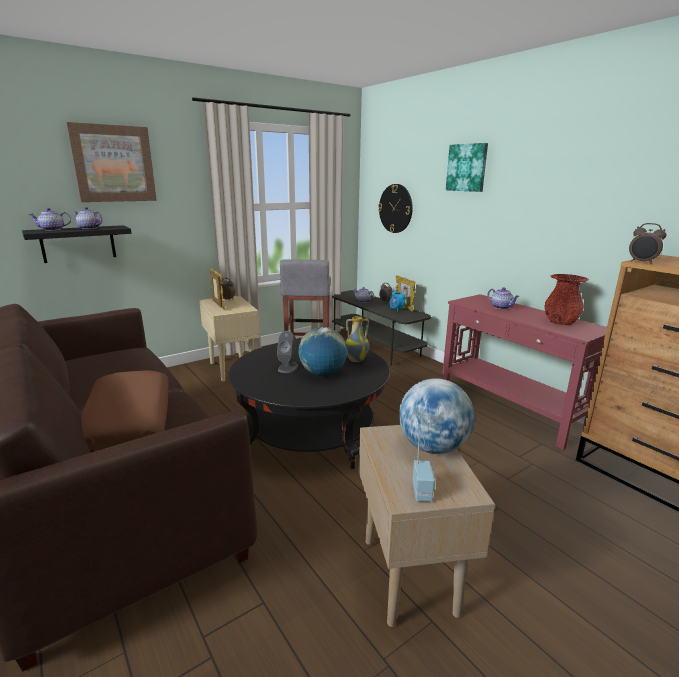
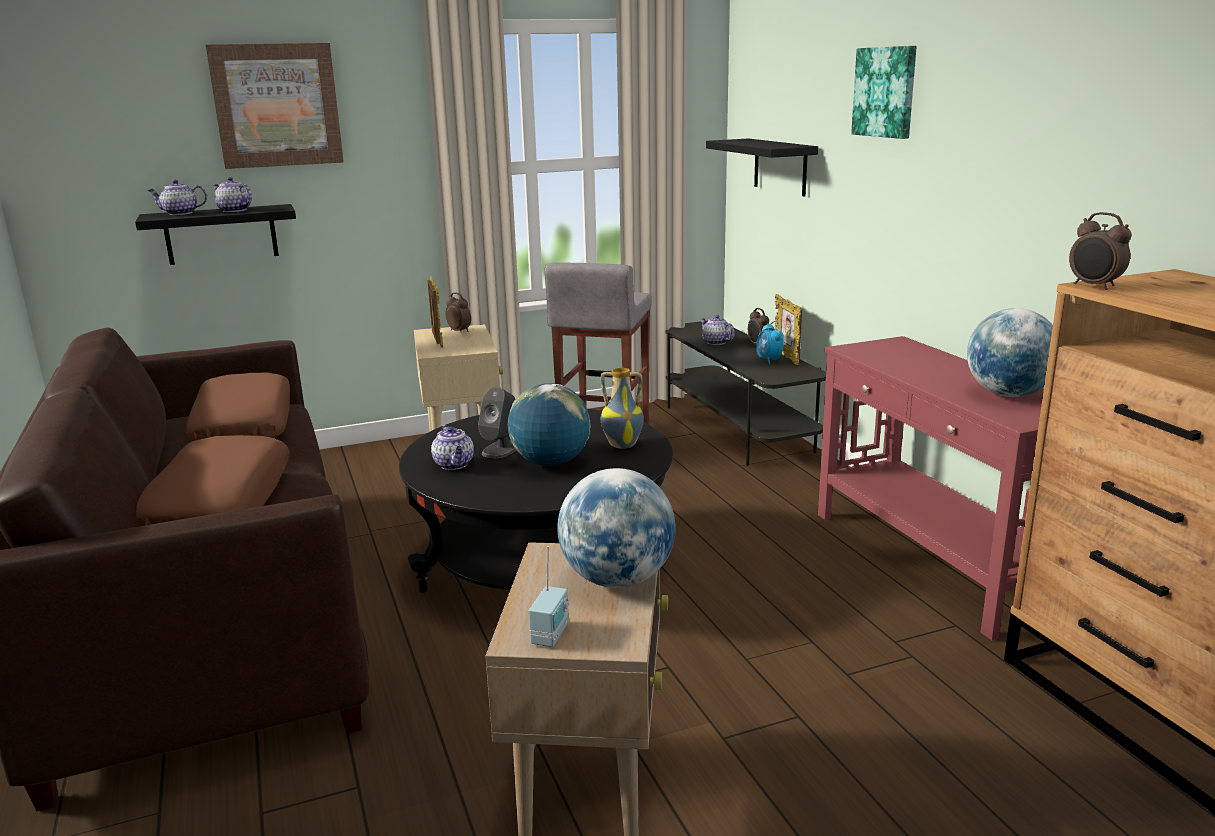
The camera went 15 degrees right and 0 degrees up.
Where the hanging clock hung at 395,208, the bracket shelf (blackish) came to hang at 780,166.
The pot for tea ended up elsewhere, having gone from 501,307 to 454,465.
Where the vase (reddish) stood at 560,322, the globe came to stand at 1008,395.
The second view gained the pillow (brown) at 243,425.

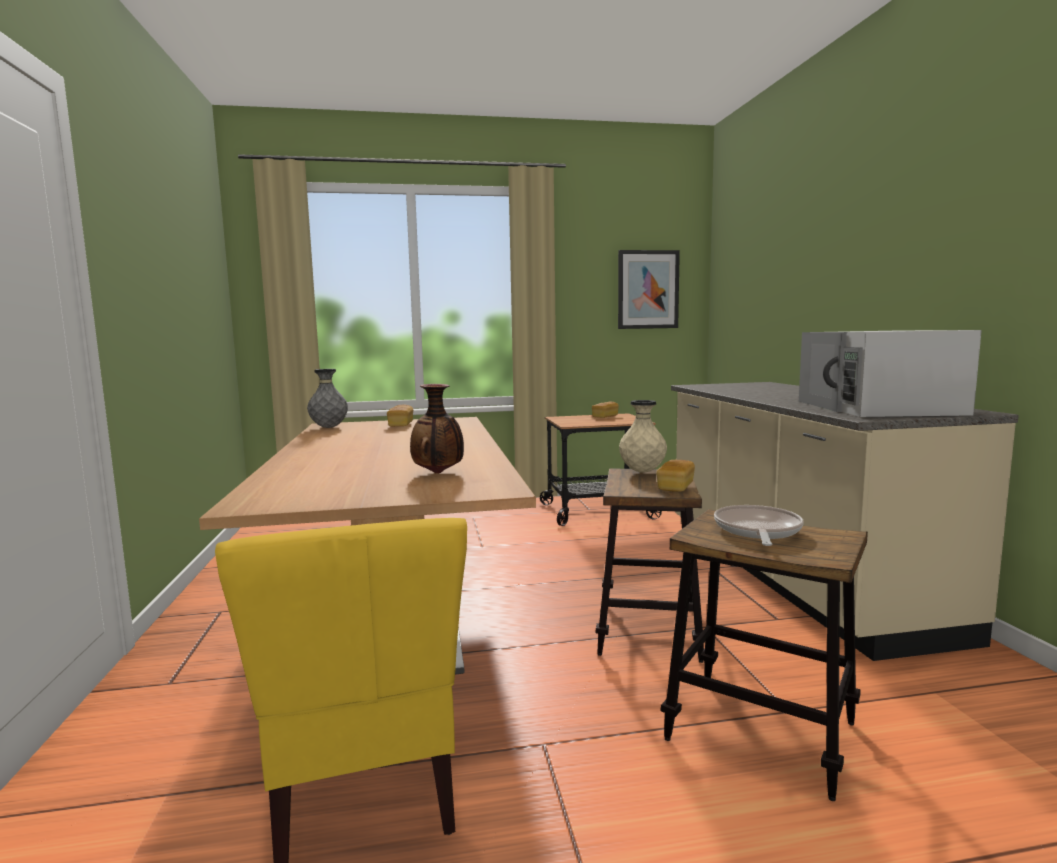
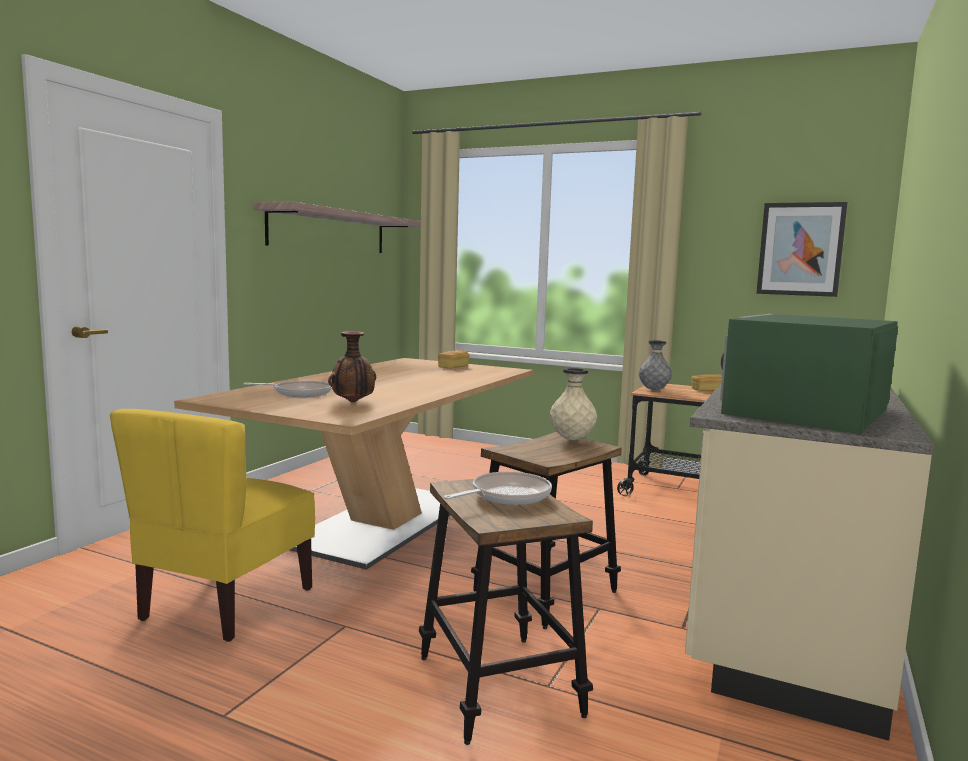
The camera went 35 degrees right and 0 degrees up.
The vase (grey) ended up elsewhere, having gone from 329,427 to 654,390.
The second view lost the bakery bread at 675,487.
What was the kitchen microwave (white-coloured) at 878,407 turned into the kitchen microwave (green) at 804,411.
The second view gained the skillet at 299,393.
The second view gained the bracket shelf at 329,231.

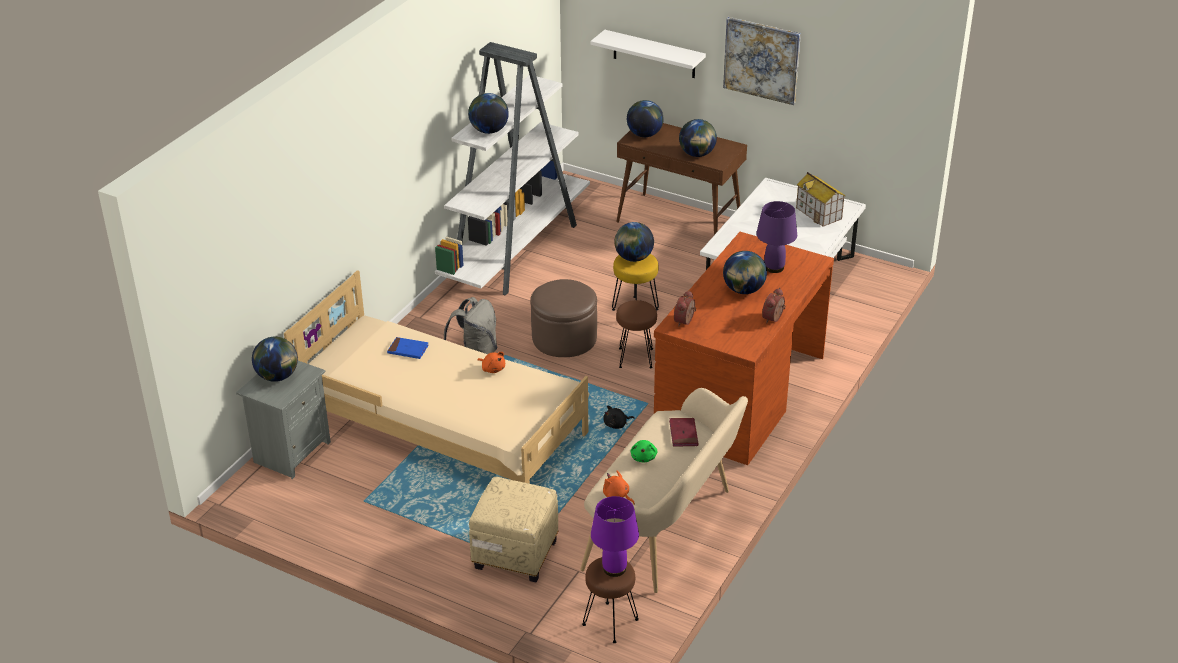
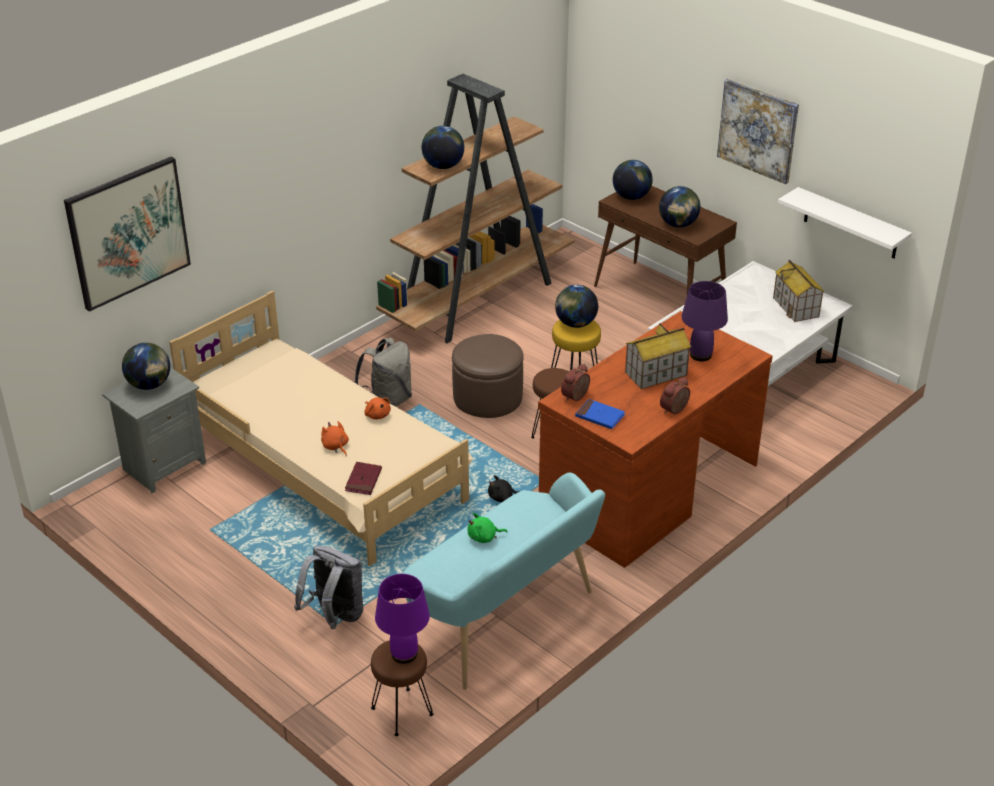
The camera went 15 degrees right and 0 degrees up.
The volume (bluish) ended up elsewhere, having gone from 408,350 to 600,416.
What was the bookcase (white-coloured) at 516,249 turned into the bookcase (brown) at 479,299.
Where the pouffe (beige-coloured) stood at 514,555, the backpack (grey) came to stand at 334,616.
What was the long seat (beige-coloured) at 665,531 turned into the long seat (blue-green) at 504,623.
The bracket shelf (white-coloured) ended up elsewhere, having gone from 654,54 to 851,224.
The cuddly toy (orange-coloured) ended up elsewhere, having gone from 617,496 to 335,446.
The cuddly toy (green) at 643,457 ended up facing another way, 60 degrees clockwise from before.
The volume (reddish) ended up elsewhere, having gone from 683,434 to 363,480.
Where the globe stood at 743,290, the miniature house came to stand at 655,374.
The second view gained the picture at 128,232.

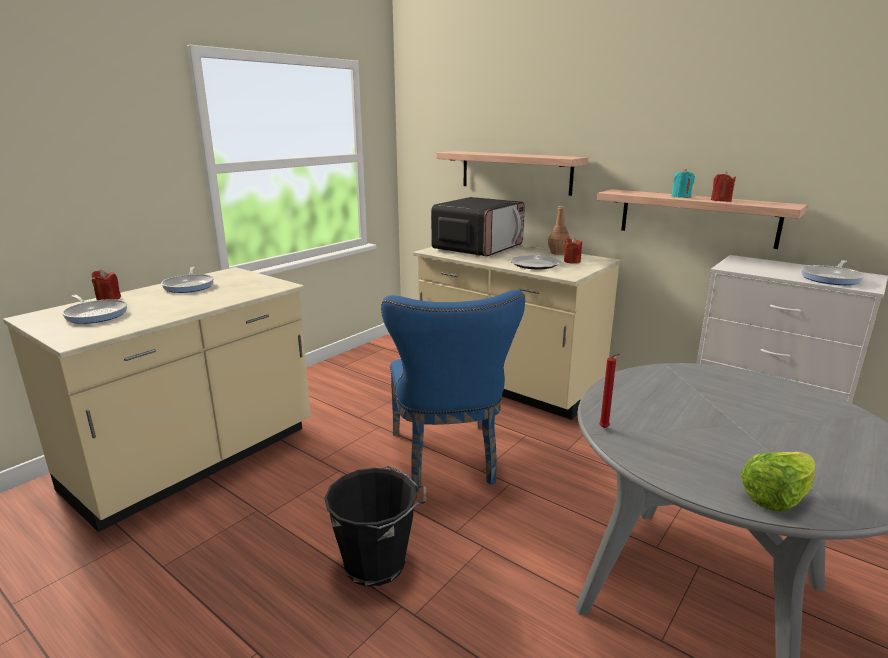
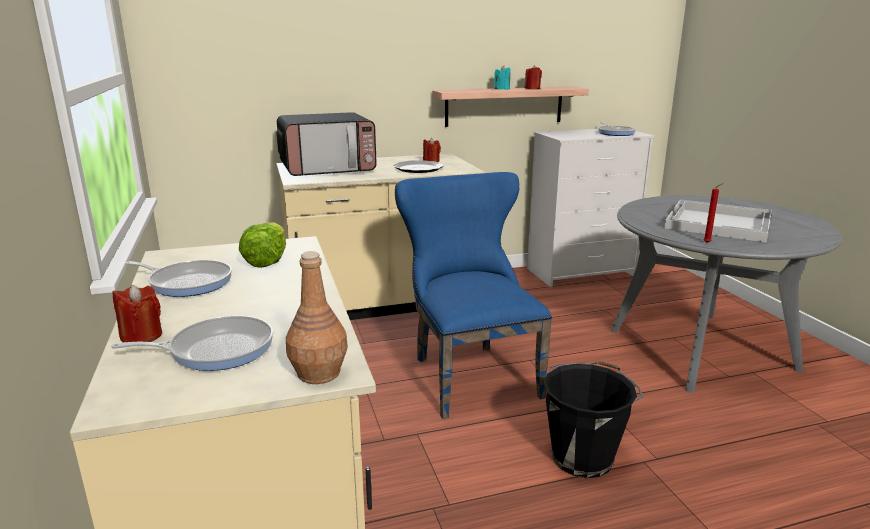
The camera went 55 degrees left and 0 degrees up.
The upright chair (bluish) at 447,461 ended up facing another way, 135 degrees counterclockwise from before.
The kitchen microwave at 478,248 ended up facing another way, 90 degrees clockwise from before.
The second view lost the bracket shelf at 515,172.
The drink bottle (brown) ended up elsewhere, having gone from 557,253 to 318,373.
The head of lettuce ended up elsewhere, having gone from 776,497 to 267,260.
The second view gained the serving tray (white-coloured) at 719,223.

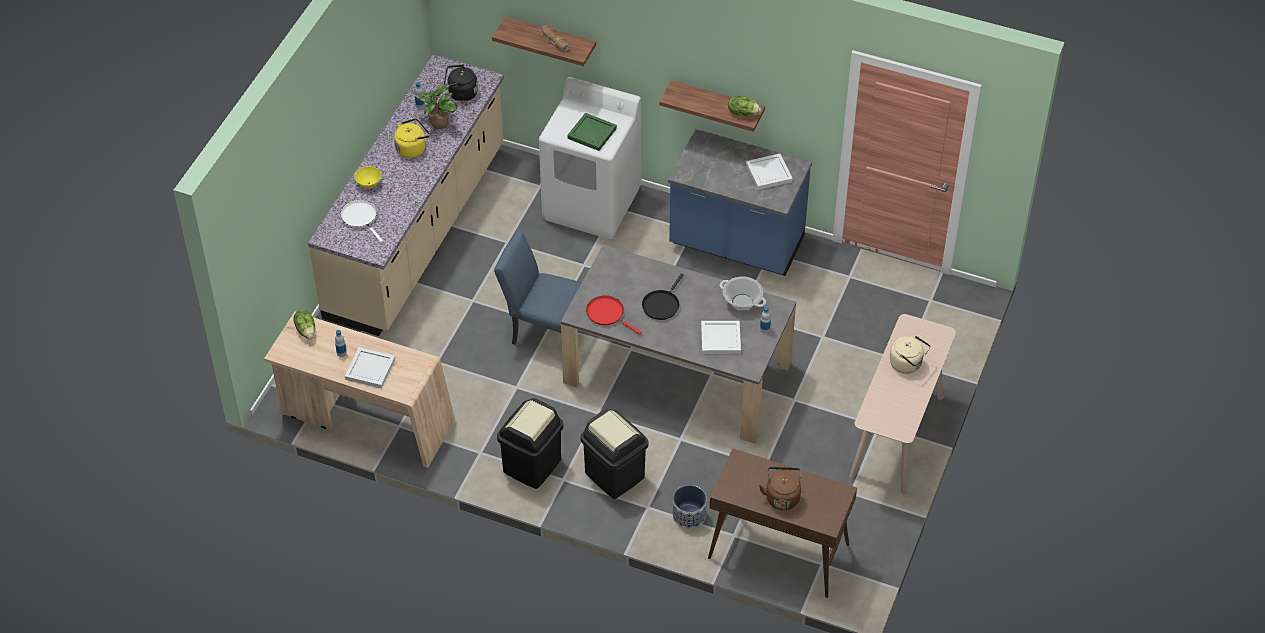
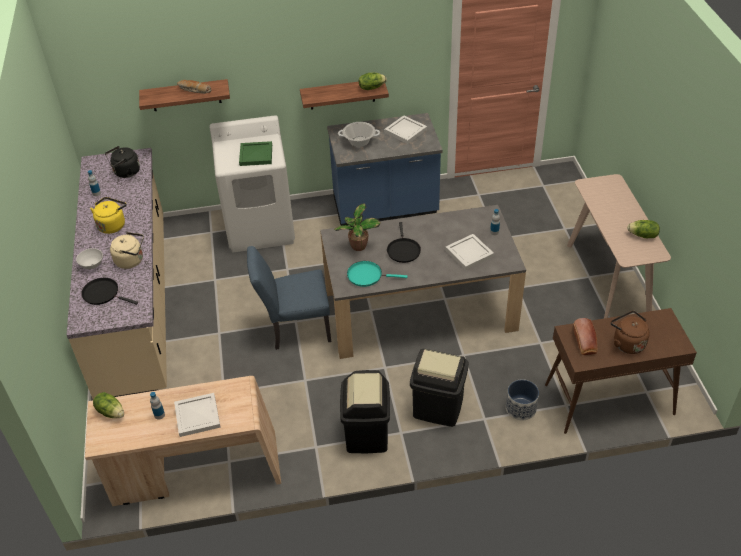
The camera went 30 degrees left and 5 degrees down.
What was the skillet (white-coloured) at 360,217 turned into the skillet (blackish) at 103,294.
What was the deep dish (yellow-coloured) at 369,184 turned into the deep dish (white-coloured) at 92,266.
The potted plant ended up elsewhere, having gone from 438,124 to 358,247.
What was the skillet (reddish) at 607,314 turned into the skillet (blue-green) at 367,276.
The cooking pot ended up elsewhere, having gone from 742,302 to 359,142.
The tea kettle (beige-coloured) ended up elsewhere, having gone from 907,364 to 131,260.
The second view gained the bakery bread at 585,343.
The second view gained the head of lettuce at 643,235.

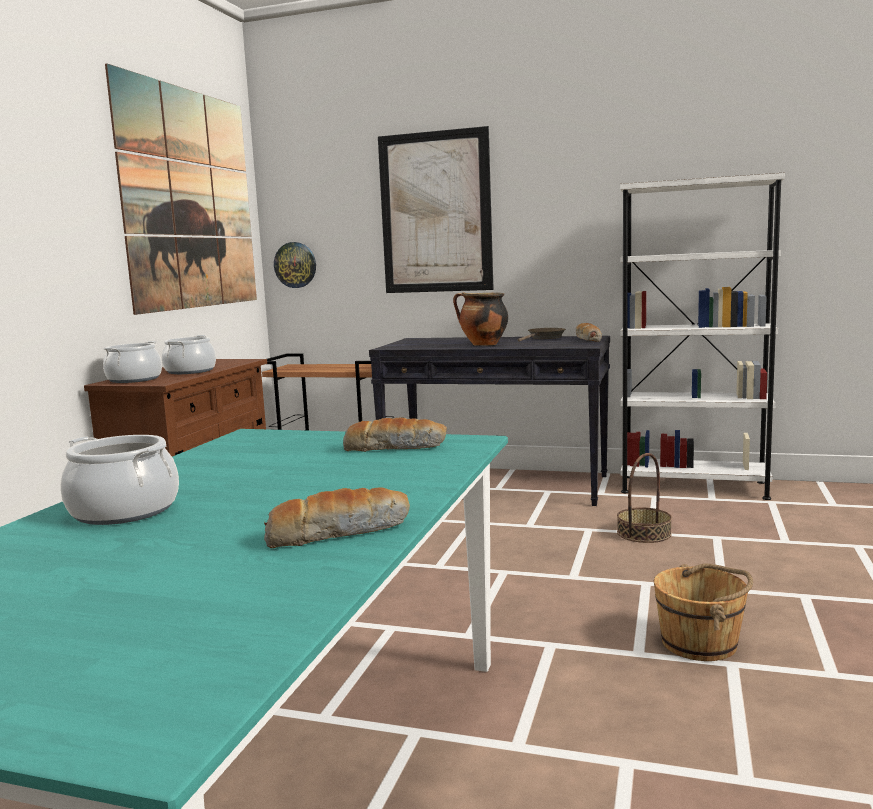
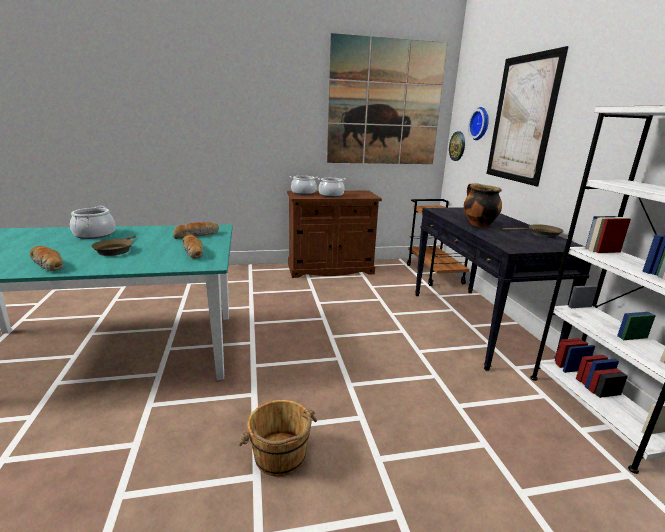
The camera went 60 degrees right and 10 degrees up.
The bakery bread ended up elsewhere, having gone from 587,339 to 196,235.
The second view lost the basket at 644,533.
The second view gained the skillet (brown) at 115,250.
The second view gained the hanging clock at 481,123.

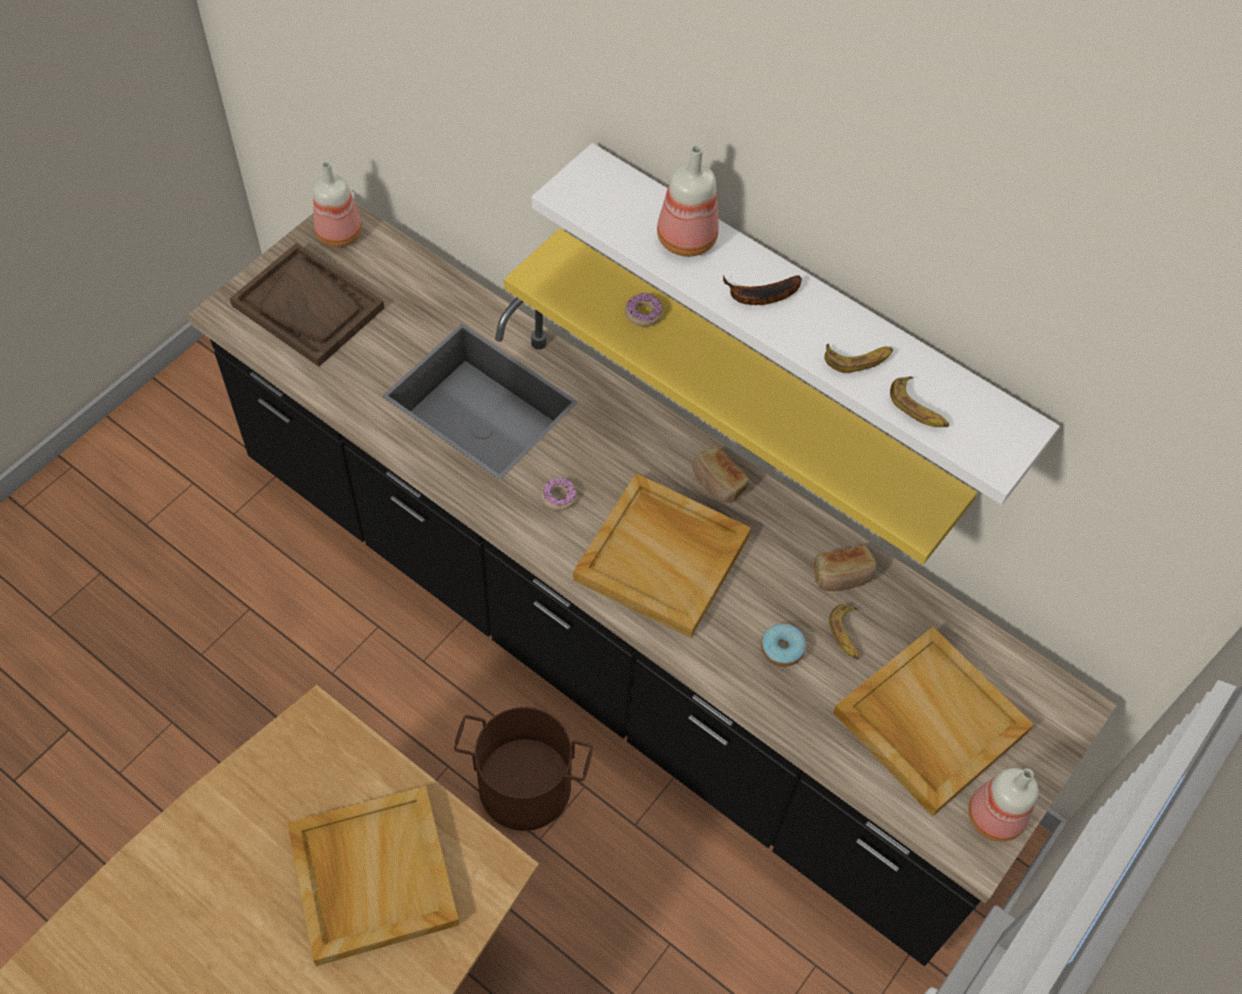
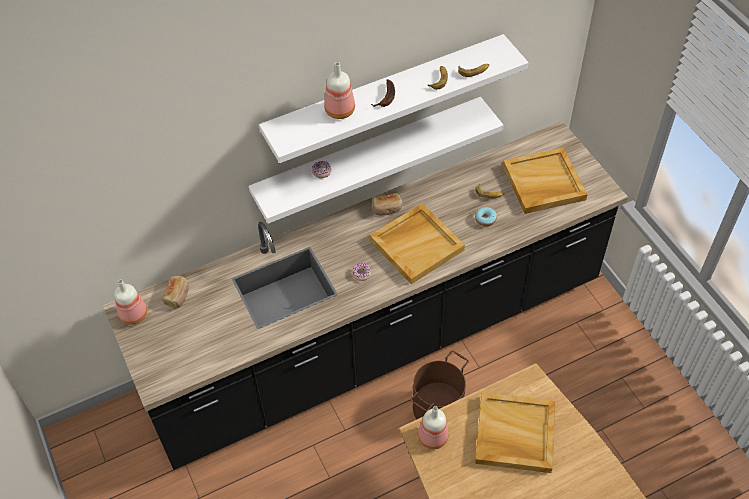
The camera went 60 degrees left and 5 degrees down.
The second view lost the serving tray (brown) at 308,307.
What was the bracket shelf (yellow-coloured) at 752,380 turned into the bracket shelf (white-coloured) at 368,155.
The bakery bread ended up elsewhere, having gone from 842,576 to 178,296.
The drink bottle ended up elsewhere, having gone from 993,815 to 432,438.

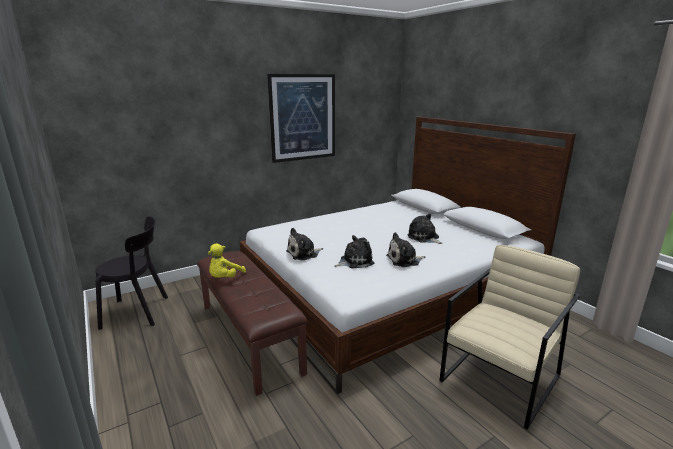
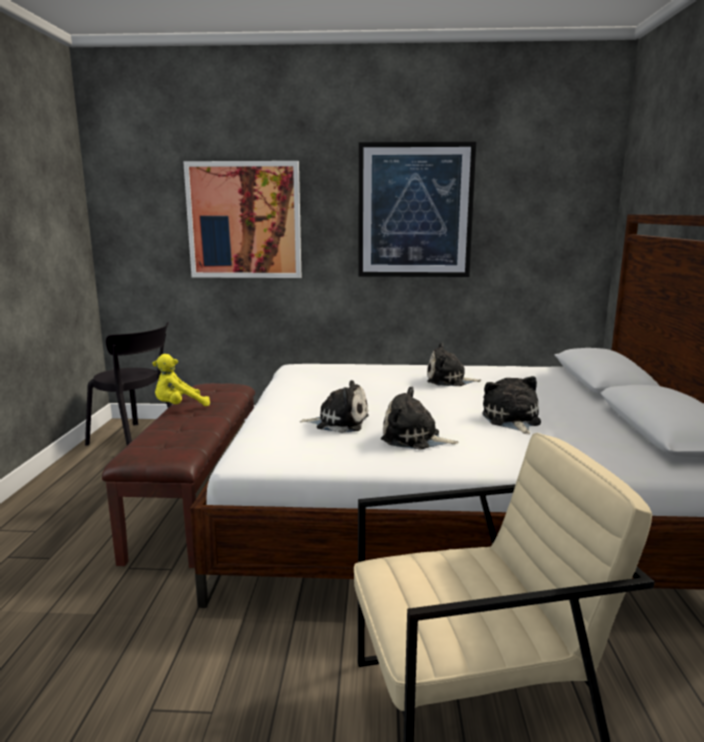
The camera went 35 degrees right and 5 degrees down.
The cuddly toy ended up elsewhere, having gone from 304,253 to 449,381.
The second view gained the picture at 244,220.

